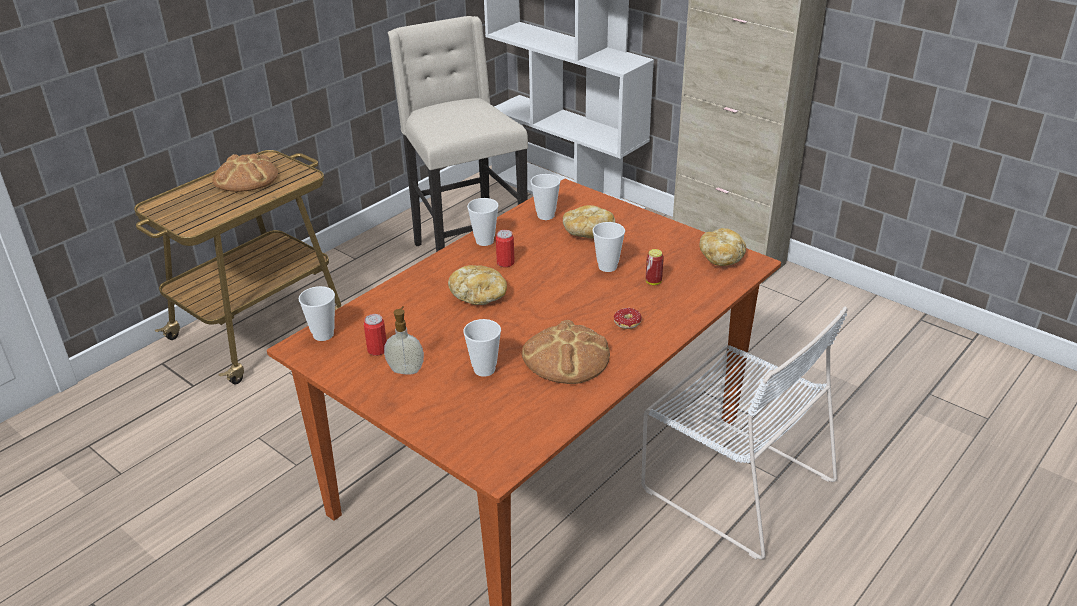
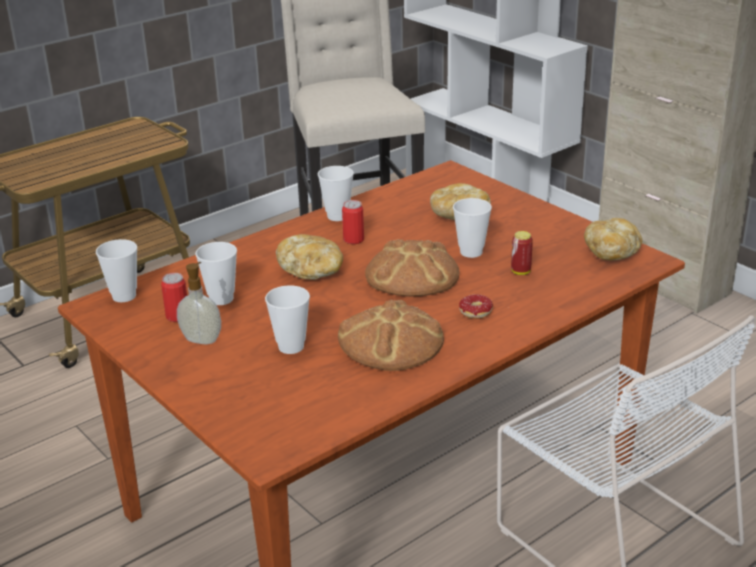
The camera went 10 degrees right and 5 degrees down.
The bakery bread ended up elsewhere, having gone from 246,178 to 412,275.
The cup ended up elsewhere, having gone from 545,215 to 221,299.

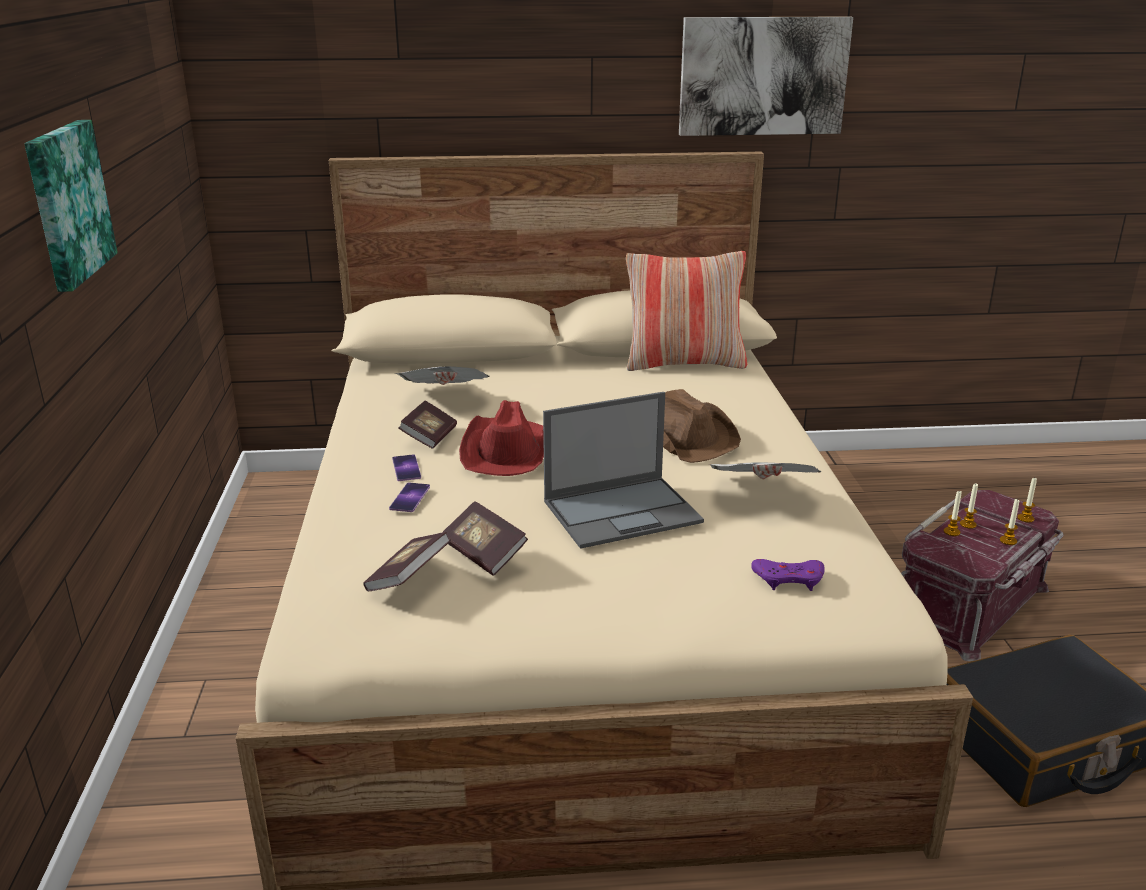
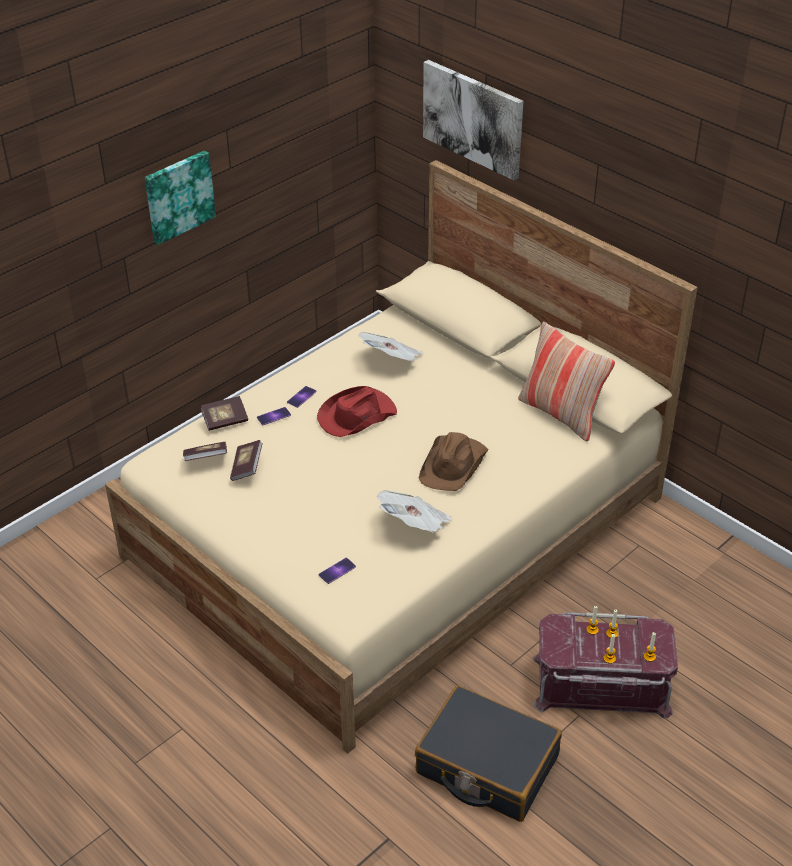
The camera went 50 degrees right and 15 degrees up.
The volume ended up elsewhere, having gone from 429,437 to 225,420.
The second view lost the notebook computer at 623,511.
The picture ended up elsewhere, having gone from 763,76 to 473,118.
Where the joypad (purple) stood at 789,579, the phone came to stand at 337,571.

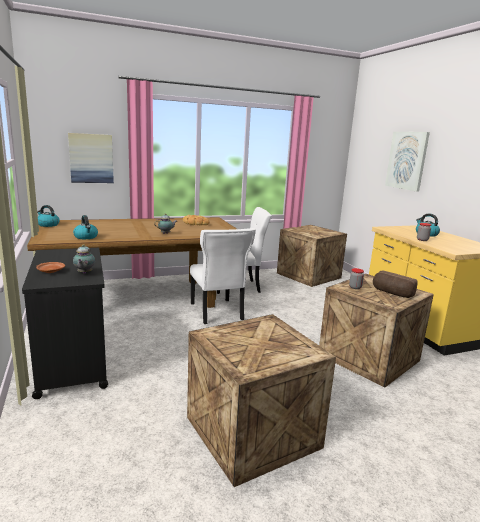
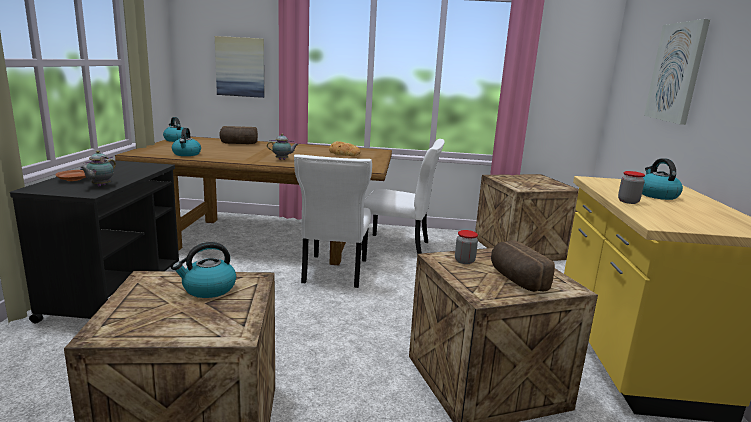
The camera went 25 degrees right and 0 degrees up.
The second view gained the tea kettle at 208,289.
The second view gained the bakery bread at 239,143.

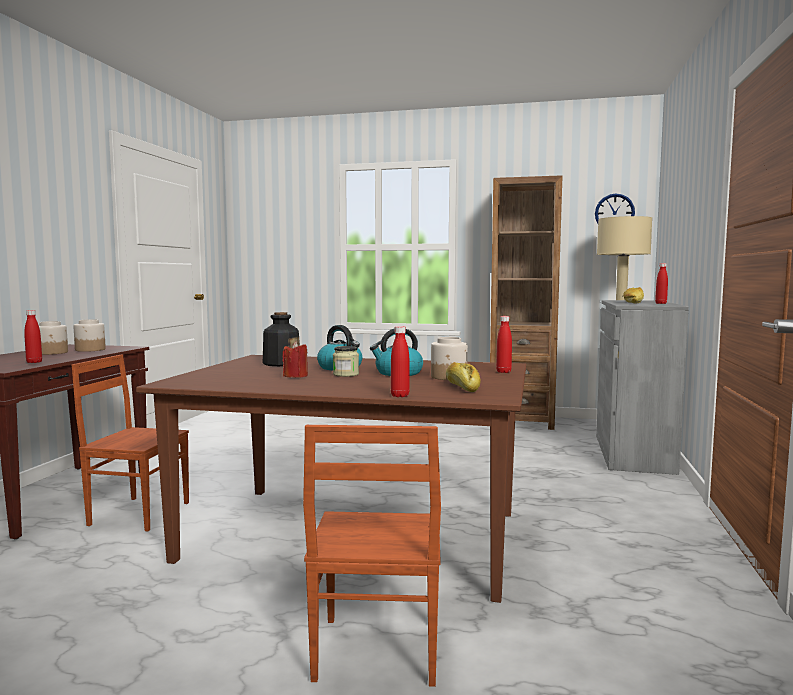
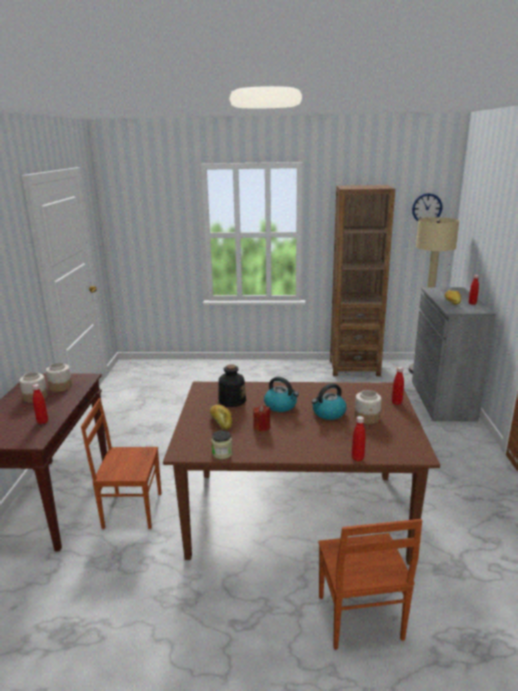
The camera went 10 degrees left and 15 degrees up.
The storage jar ended up elsewhere, having gone from 346,374 to 222,453.
The bakery bread ended up elsewhere, having gone from 462,387 to 221,421.

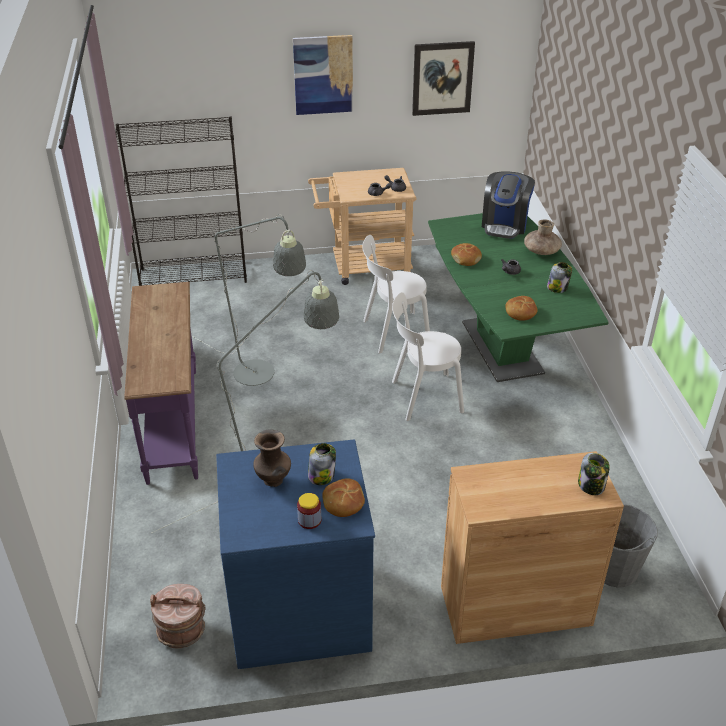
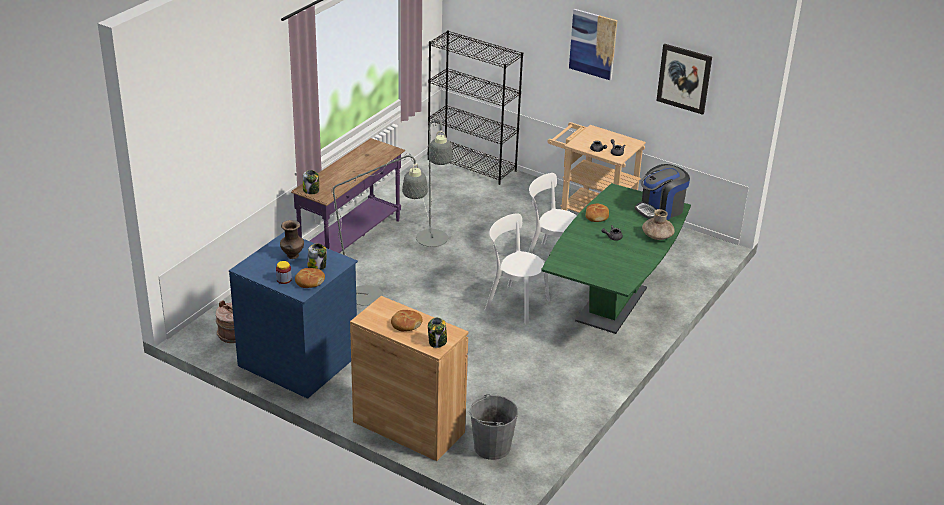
The camera went 40 degrees right and 5 degrees down.
The bakery bread ended up elsewhere, having gone from 520,312 to 406,324.
The storage jar ended up elsewhere, having gone from 557,288 to 311,190.

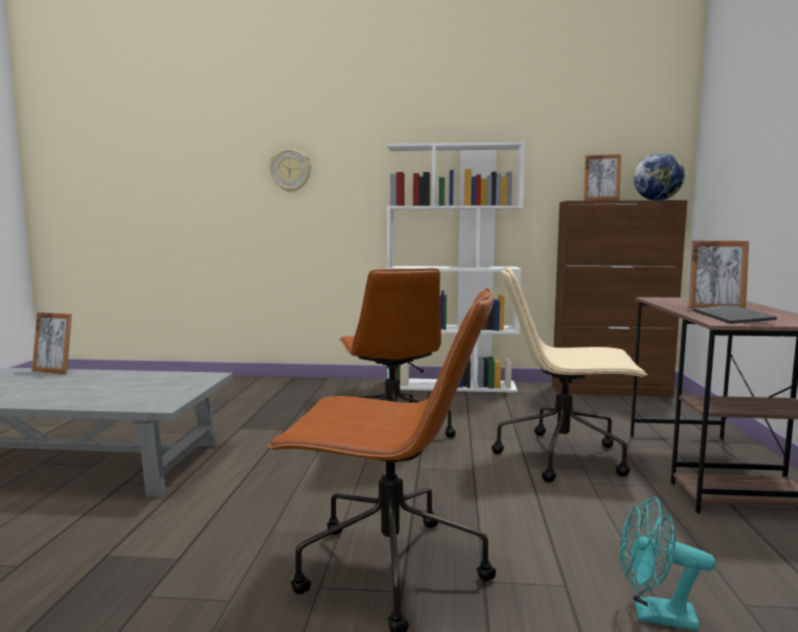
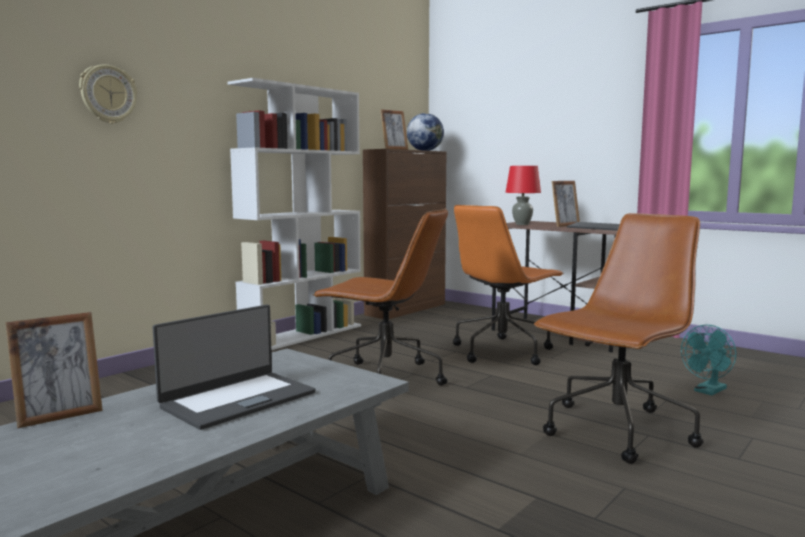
The camera went 55 degrees left and 0 degrees up.
What was the computer chair (beige-coloured) at 564,457 turned into the computer chair (orange-coloured) at 502,351.
The second view gained the notebook computer at 237,399.
The second view gained the tabletop lamp (reddish) at 522,224.

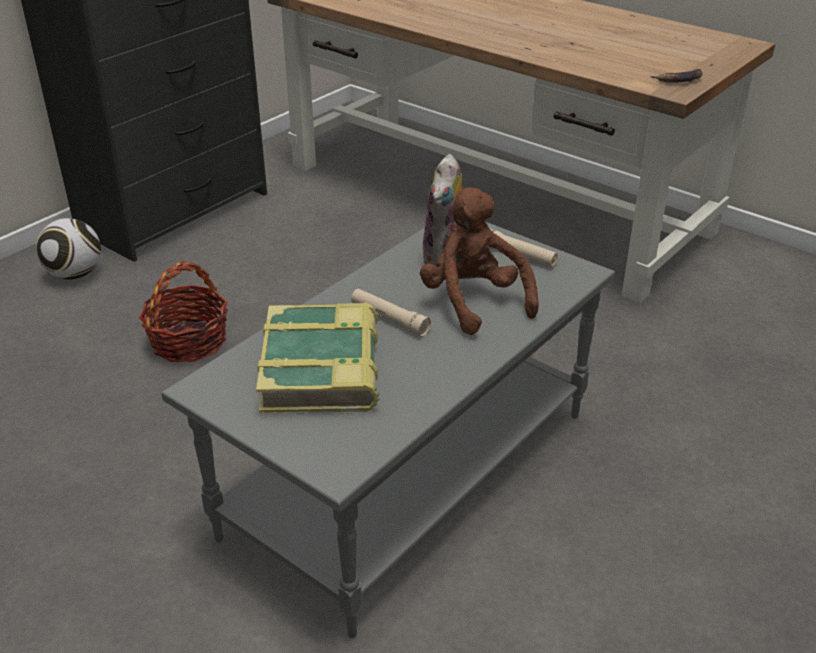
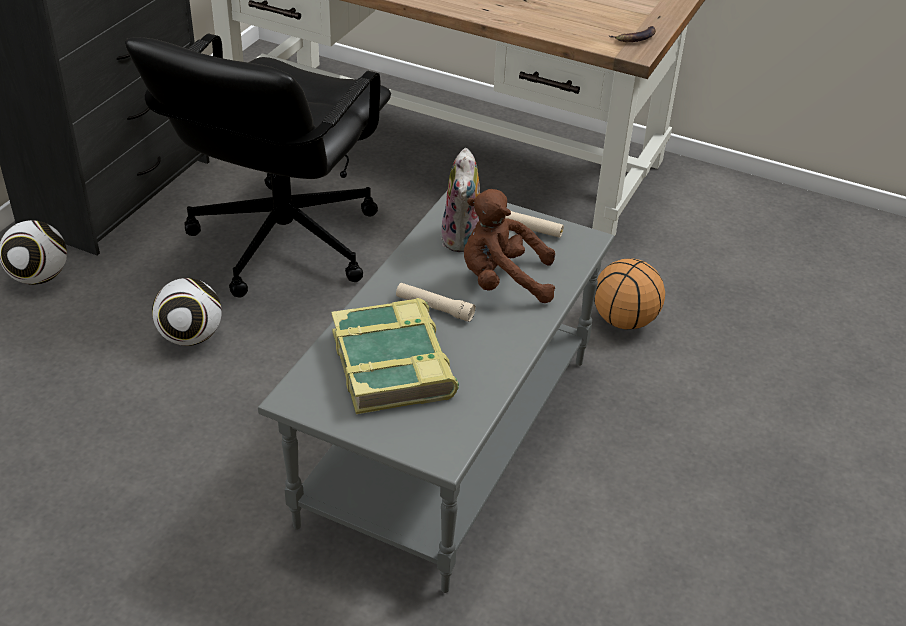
The camera went 15 degrees left and 5 degrees up.
Where the basket stood at 189,341, the ball for football came to stand at 191,336.
The cuddly toy (brown) at 474,302 ended up facing another way, 45 degrees counterclockwise from before.
The second view gained the computer chair (blackish) at 282,241.
The second view gained the basketball at 625,320.

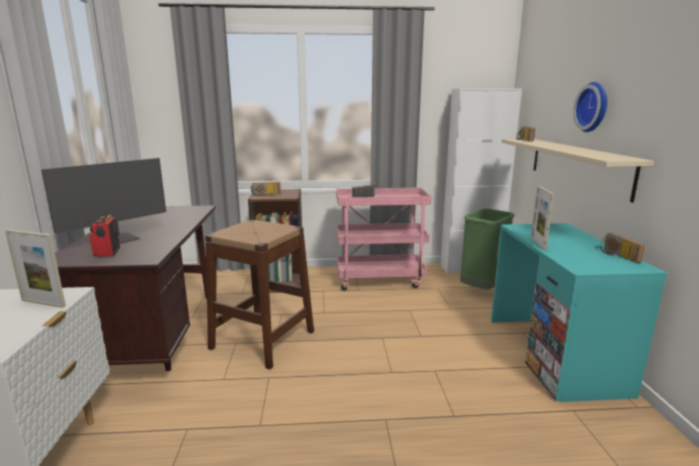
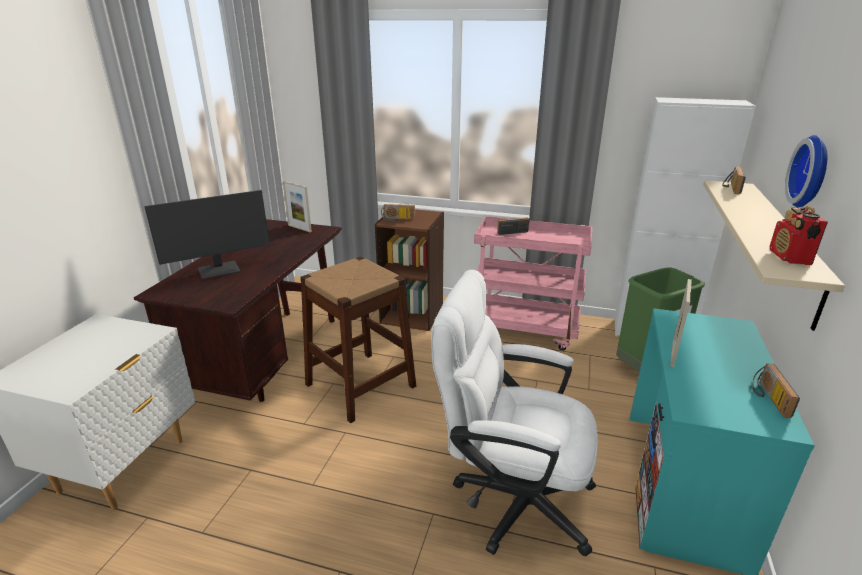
The camera went 20 degrees right and 10 degrees up.
The picture frame ended up elsewhere, having gone from 43,303 to 299,228.
The radio set ended up elsewhere, having gone from 107,253 to 790,258.
The second view gained the computer chair (white-coloured) at 511,498.

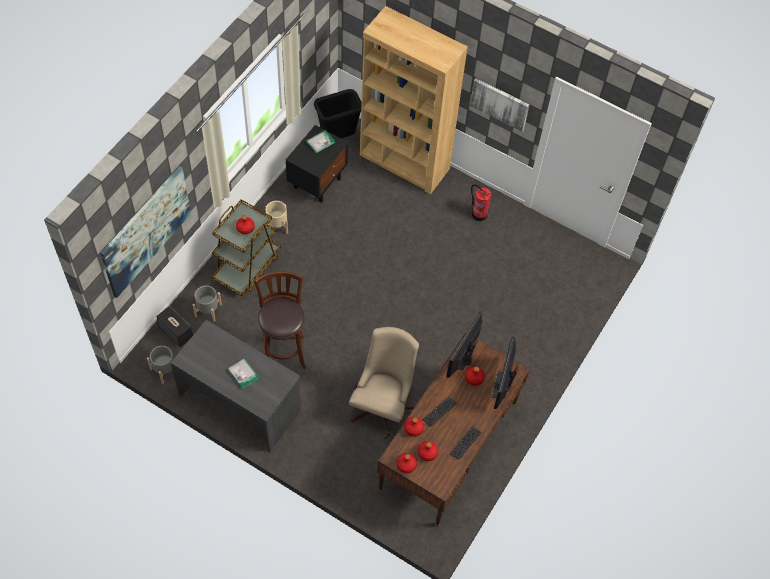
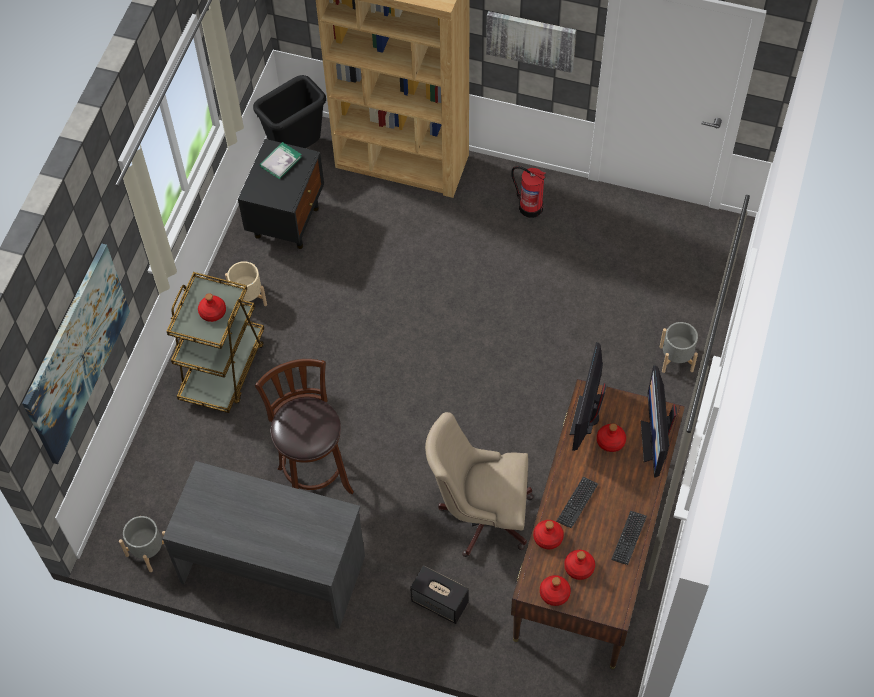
The camera went 10 degrees left and 0 degrees up.
The loudspeaker ended up elsewhere, having gone from 176,332 to 440,602.
The plant pot (grey) ended up elsewhere, having gone from 208,310 to 676,359.
The second view lost the volume at 243,374.
The computer chair (beige-coloured) at 383,404 ended up facing another way, 90 degrees counterclockwise from before.

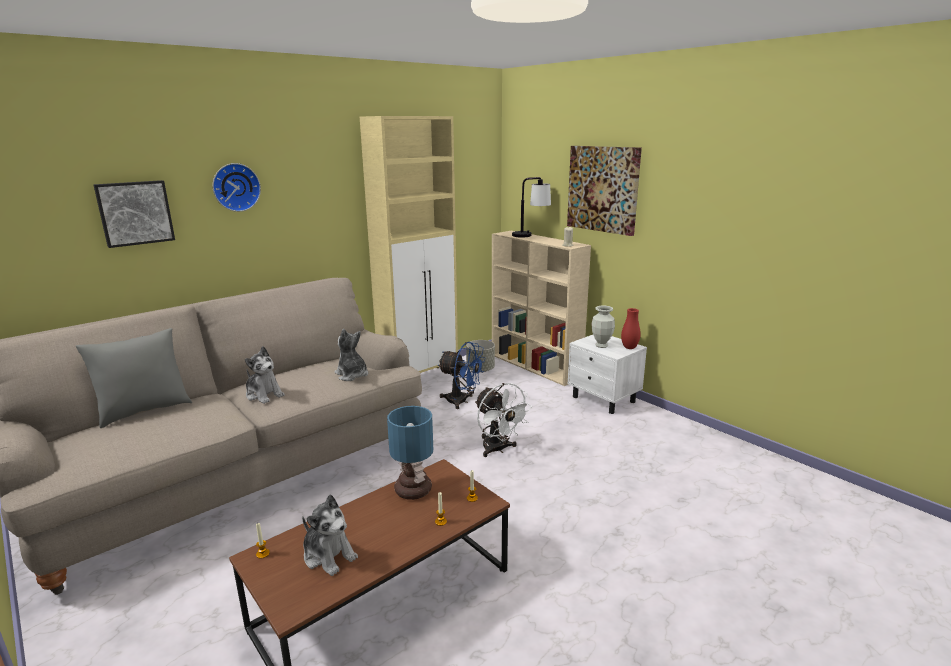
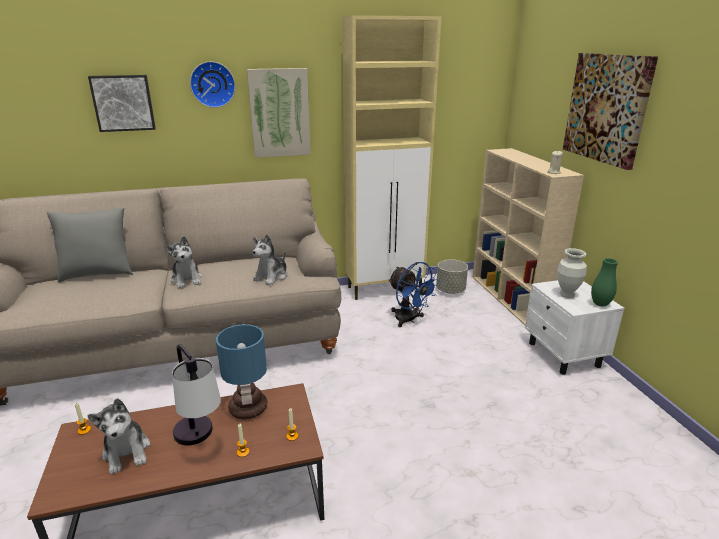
The camera went 25 degrees right and 5 degrees up.
The cuddly toy at 352,375 ended up facing another way, 135 degrees counterclockwise from before.
The second view lost the electric fan (white-coloured) at 498,449.
The tabletop lamp ended up elsewhere, having gone from 530,236 to 200,442.
What was the vase (reddish) at 629,348 turned into the vase (green) at 600,304.
The second view gained the picture at 279,113.

